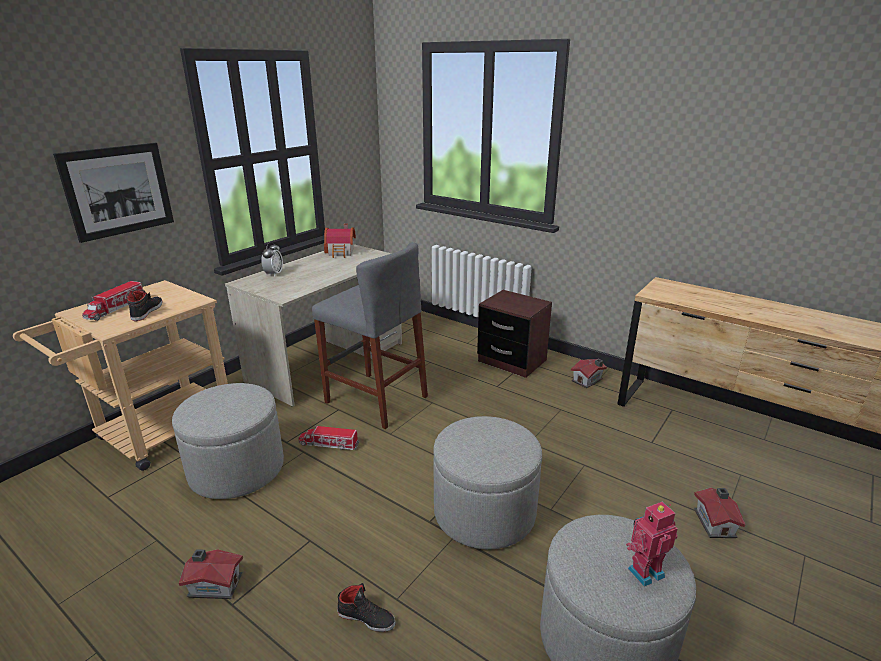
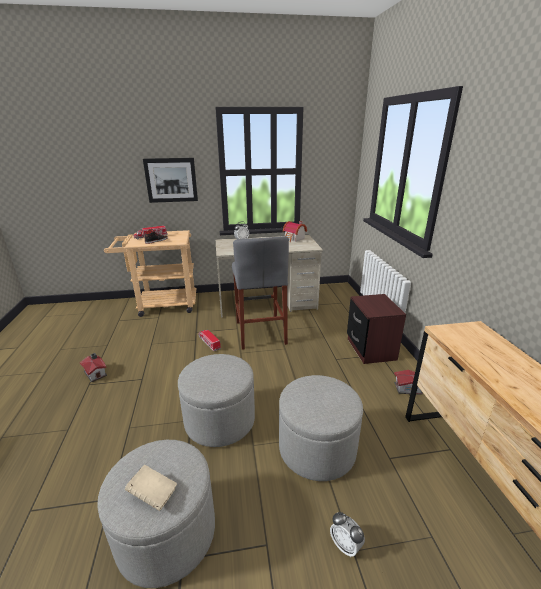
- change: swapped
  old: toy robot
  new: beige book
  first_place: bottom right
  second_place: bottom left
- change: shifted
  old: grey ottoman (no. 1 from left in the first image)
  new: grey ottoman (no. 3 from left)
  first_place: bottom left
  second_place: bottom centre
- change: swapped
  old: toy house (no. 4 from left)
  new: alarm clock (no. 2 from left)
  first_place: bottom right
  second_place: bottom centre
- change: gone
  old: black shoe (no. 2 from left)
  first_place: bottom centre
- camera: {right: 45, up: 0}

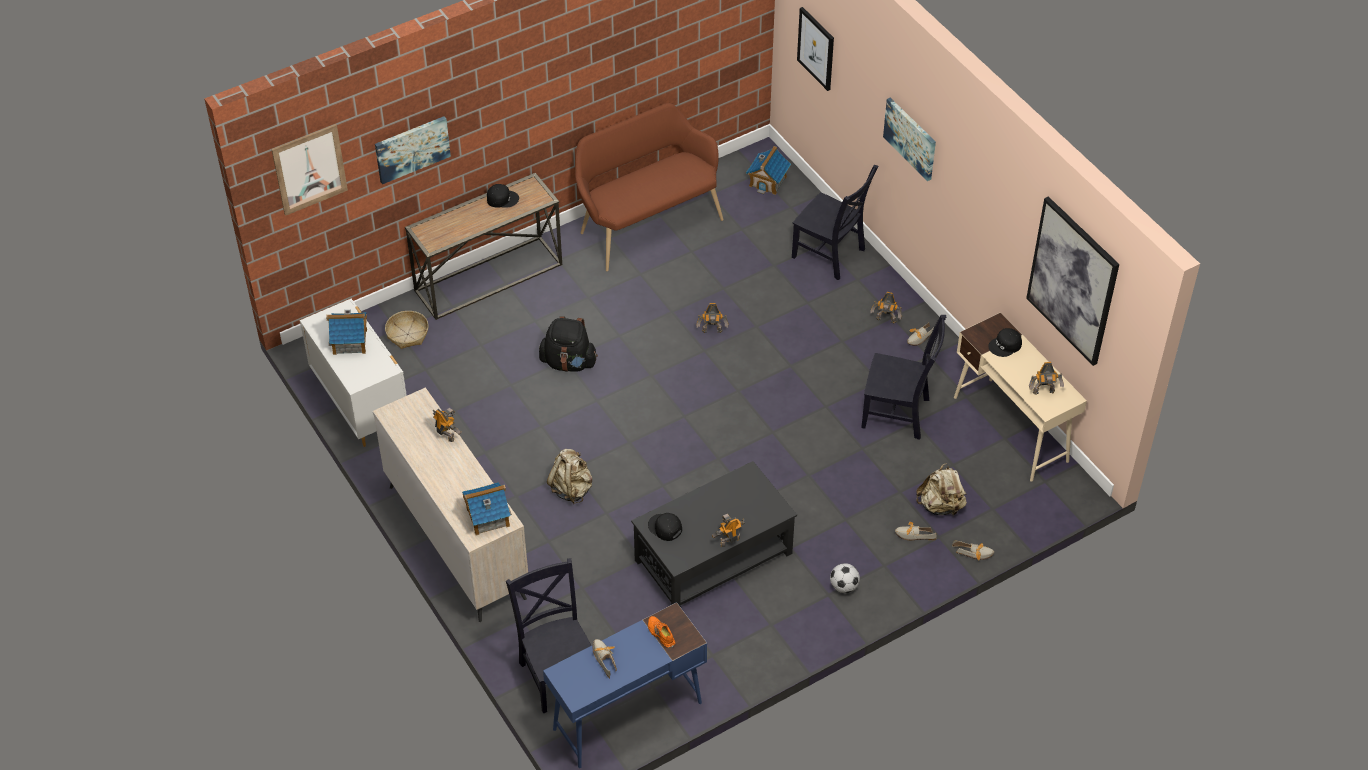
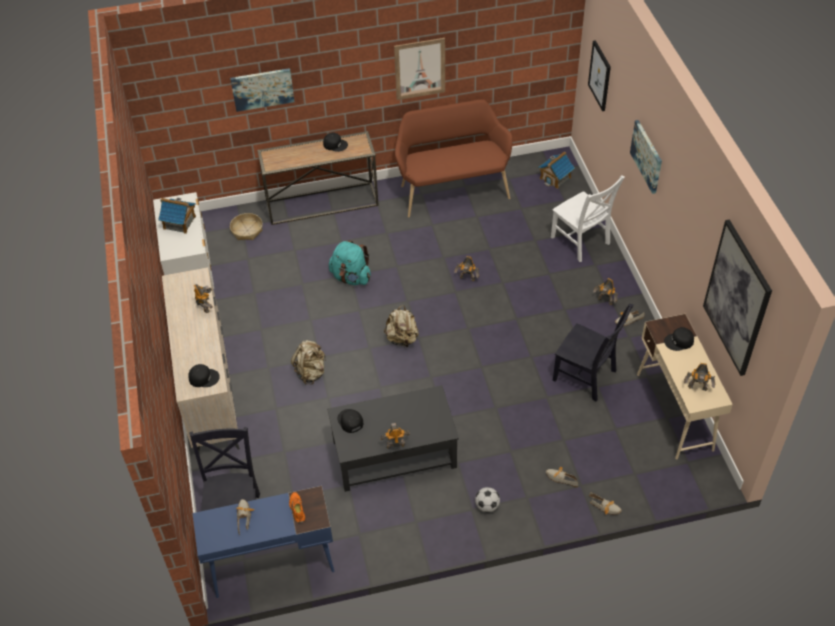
- change: swapped
  old: toy house (no. 2 from left)
  new: black cap (no. 1 from left)
  first_place: centre
  second_place: middle left
- change: repainted
  old: black backpack
  new: turquoise backpack
  first_place: centre
  second_place: centre
- change: shifted
  old: beige backpack (no. 2 from left)
  first_place: middle right
  second_place: centre
- change: shifted
  old: picture (no. 1 from left in the first image)
  new: picture (no. 2 from left)
  first_place: top left
  second_place: top centre
- change: repainted
  old: black chair (no. 2 from left)
  new: white chair
  first_place: top centre
  second_place: middle right
- camera: {right: 20, up: 0}

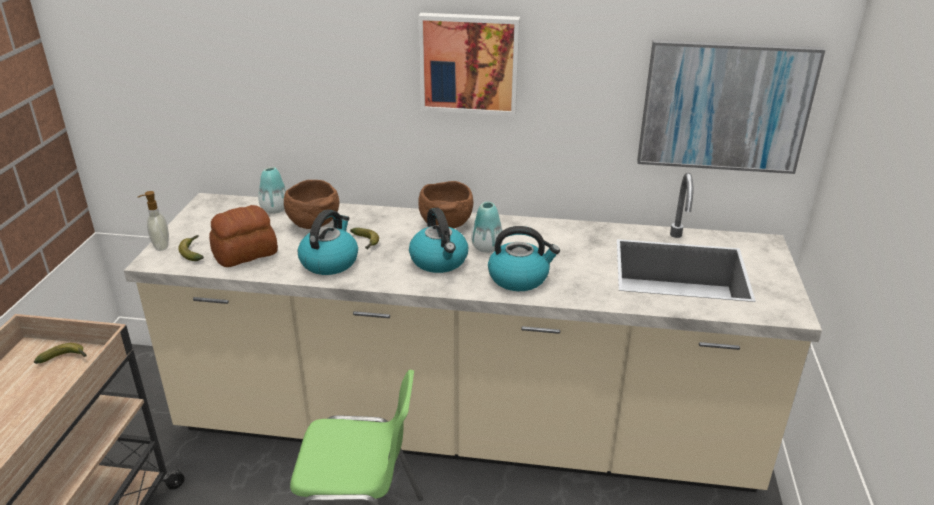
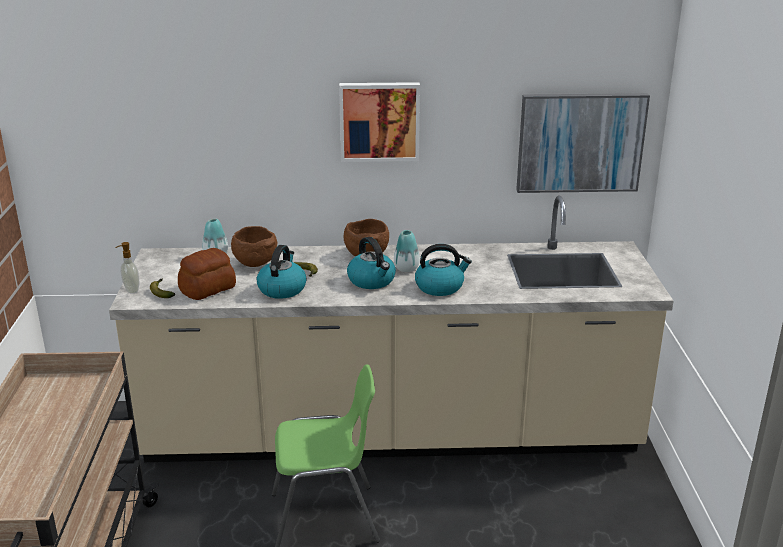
- change: gone
  old: banana (no. 1 from left)
  first_place: bottom left
- camera: {right: -10, up: -5}

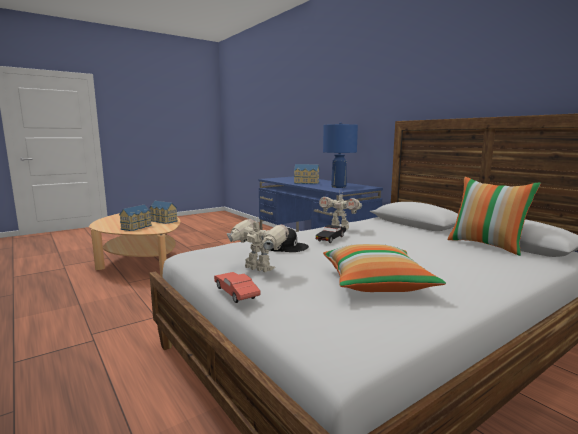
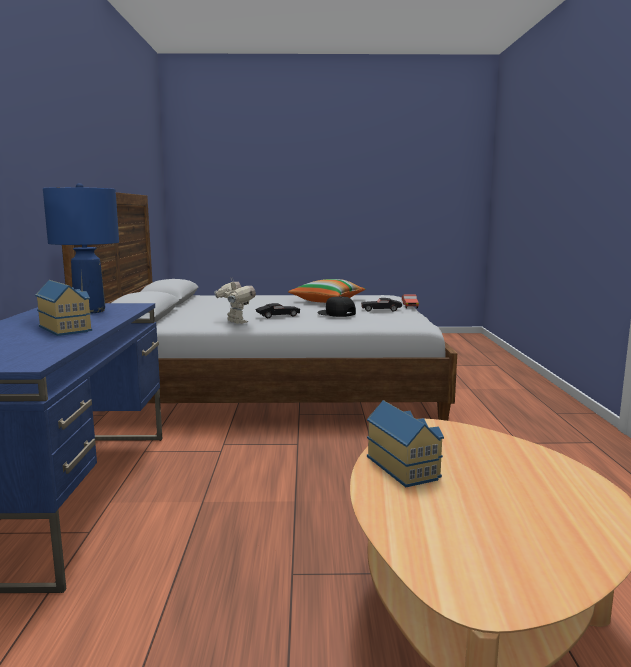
- change: swapped
  old: toy robot (no. 1 from left)
  new: black toy car (no. 2 from left)
  first_place: centre
  second_place: centre
- change: gone
  old: toy house (no. 1 from left)
  first_place: middle left
- change: gone
  old: pillow (no. 2 from left)
  first_place: middle right
- camera: {right: -145, up: 0}

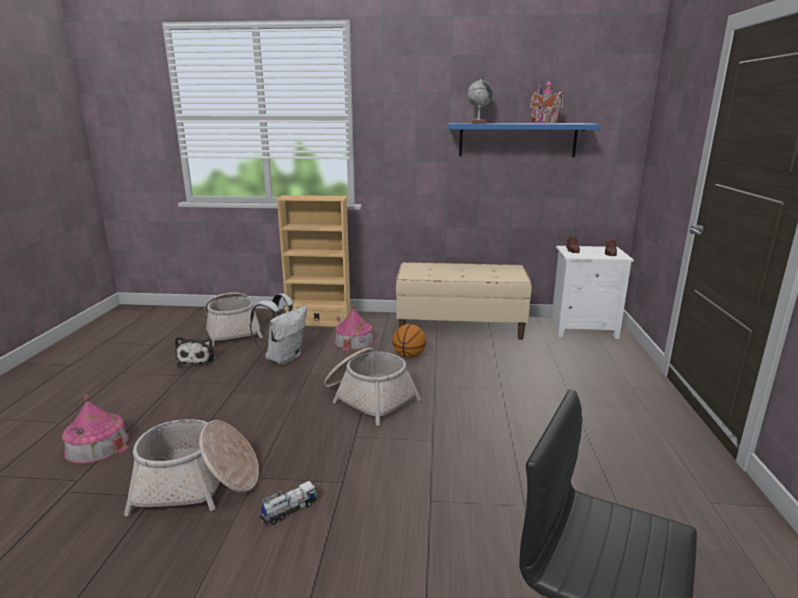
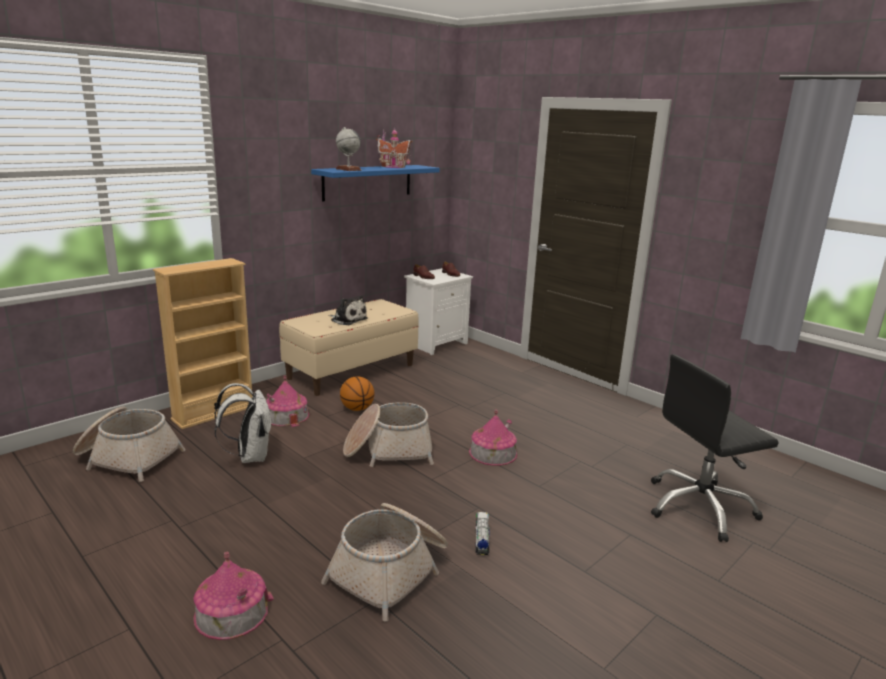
- change: shifted
  old: plush toy
  first_place: middle left
  second_place: centre
- change: new
  new: toy house (no. 4 from left)
  second_place: centre
- camera: {right: -50, up: 0}

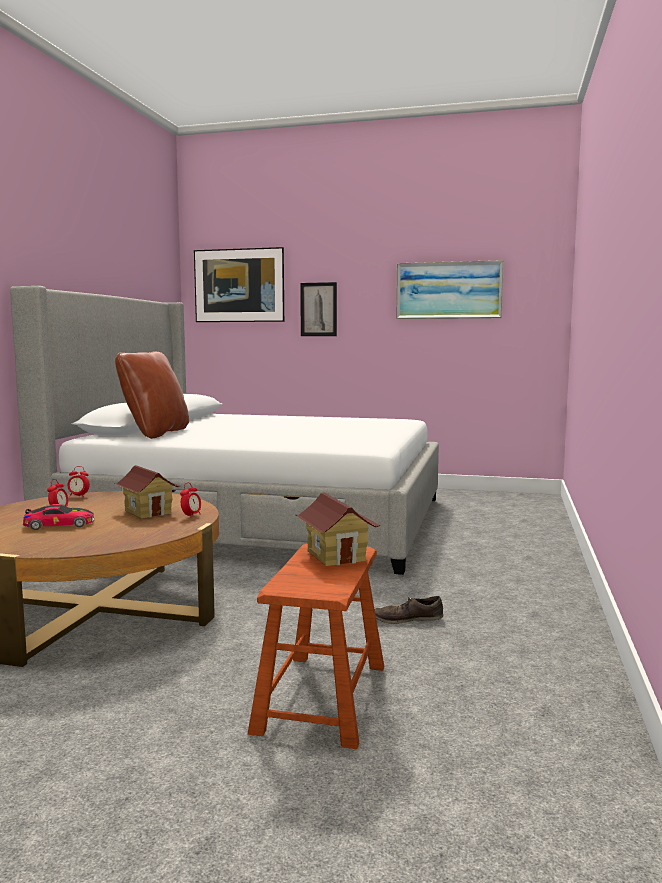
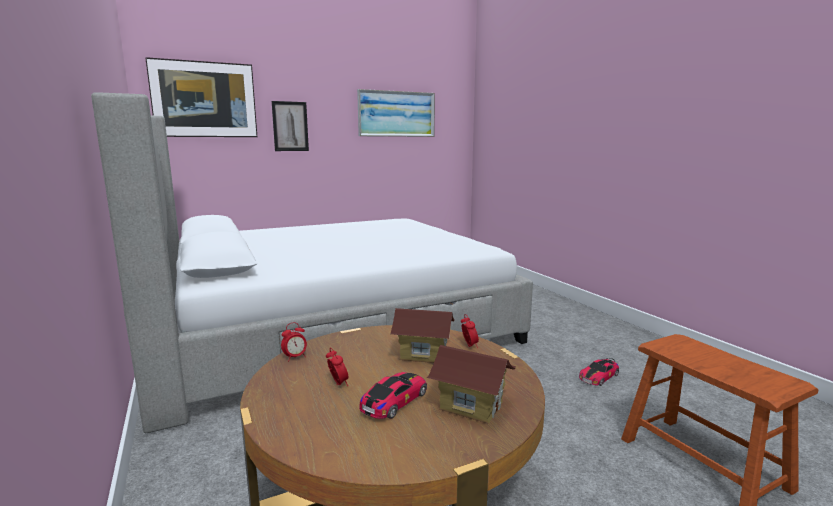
- change: shifted
  old: toy house (no. 2 from left)
  first_place: centre
  second_place: bottom centre
- change: swapped
  old: brown shoe
  new: toy car (no. 2 from left)
  first_place: bottom centre
  second_place: bottom right
- change: gone
  old: brown pillow
  first_place: middle left
- camera: {right: -40, up: 5}

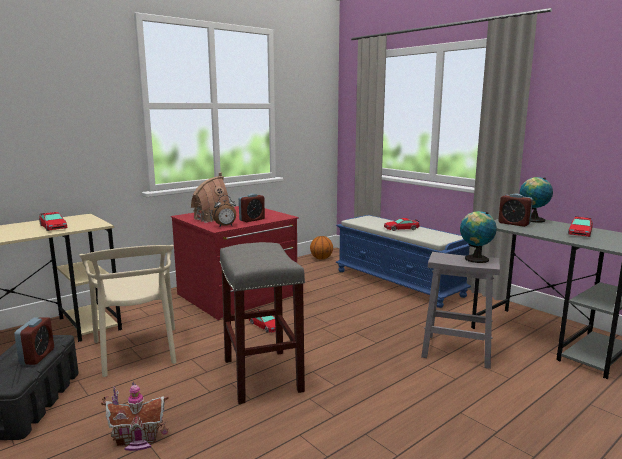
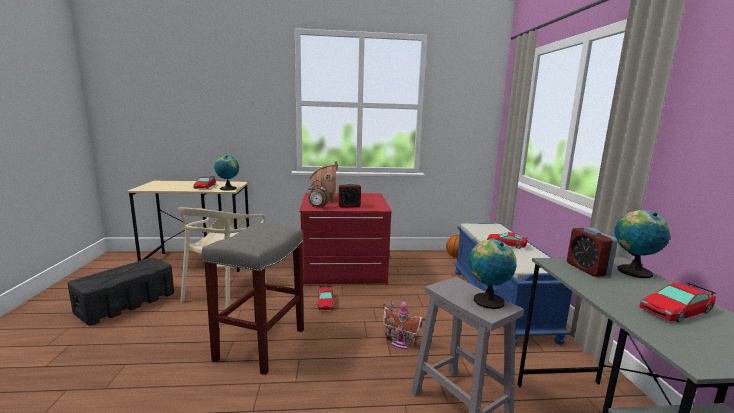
- change: new
  new: globe (no. 1 from left)
  second_place: middle left
- change: shifted
  old: toy house (no. 1 from left in the first image)
  new: toy house (no. 2 from left)
  first_place: bottom left
  second_place: bottom centre
- change: gone
  old: alarm clock (no. 1 from left)
  first_place: bottom left
- camera: {right: 35, up: 0}

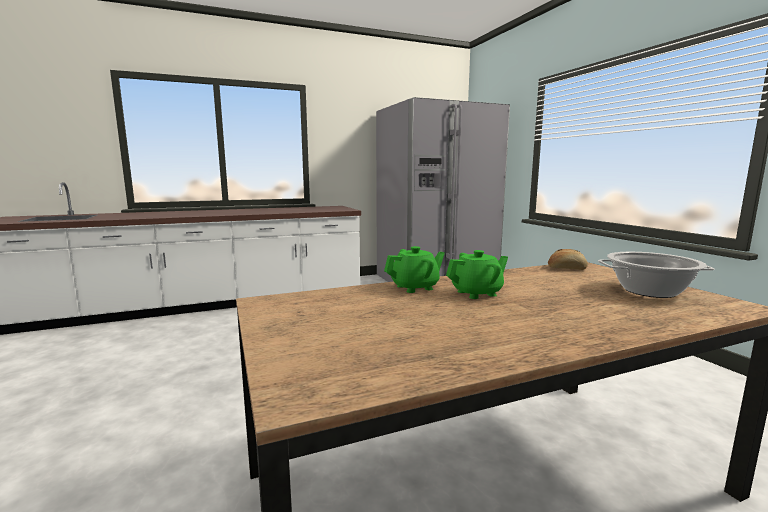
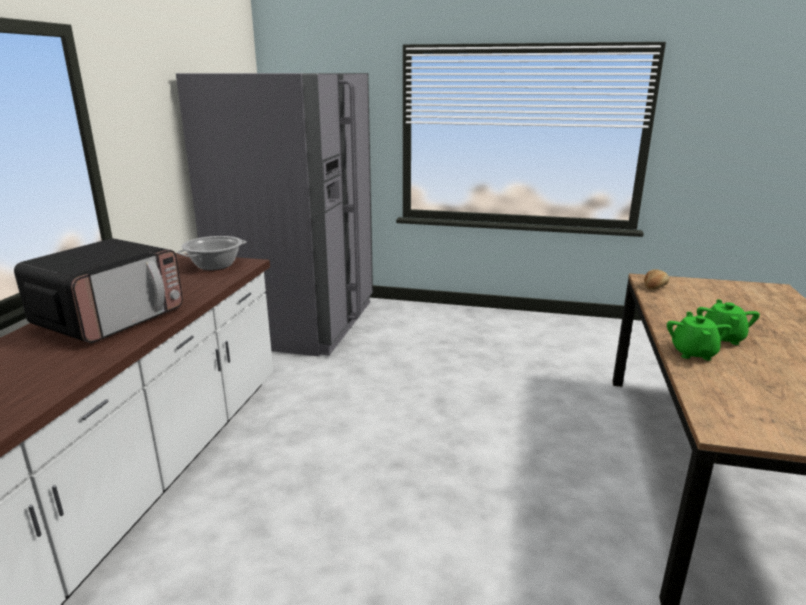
- change: new
  new: microwave
  second_place: middle left
- change: shifted
  old: cooking pot
  first_place: middle right
  second_place: middle left
- camera: {right: -55, up: 10}

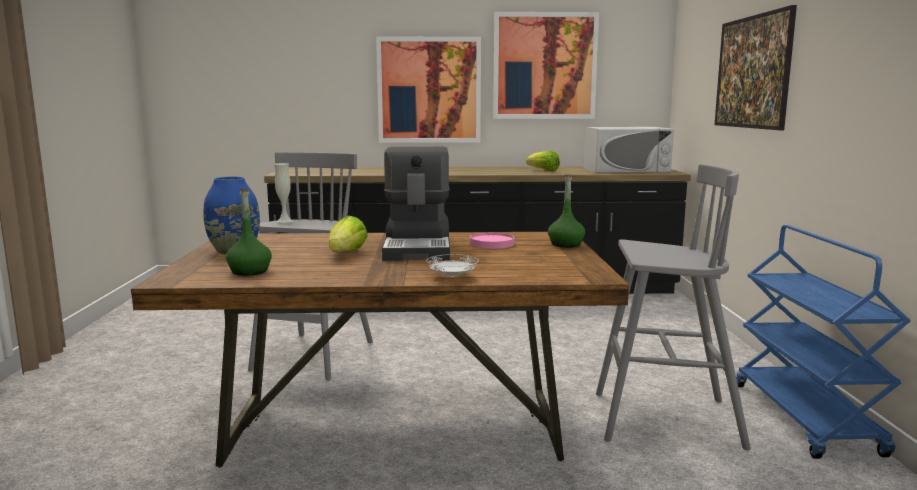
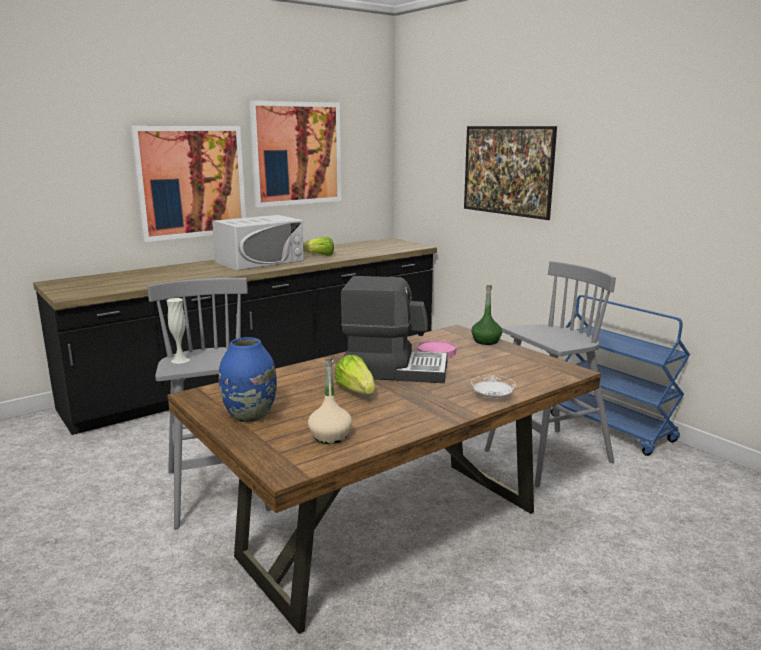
- change: shifted
  old: white microwave
  first_place: top right
  second_place: centre
- change: repainted
  old: green bottle (no. 1 from left)
  new: beige bottle
  first_place: middle left
  second_place: centre
- change: rotated
  old: coffee machine
  first_place: centre
  second_place: centre
  degrees: -45
- camera: {right: -35, up: 5}

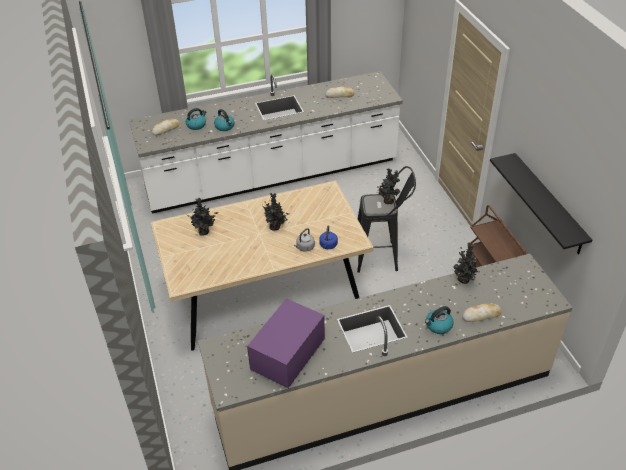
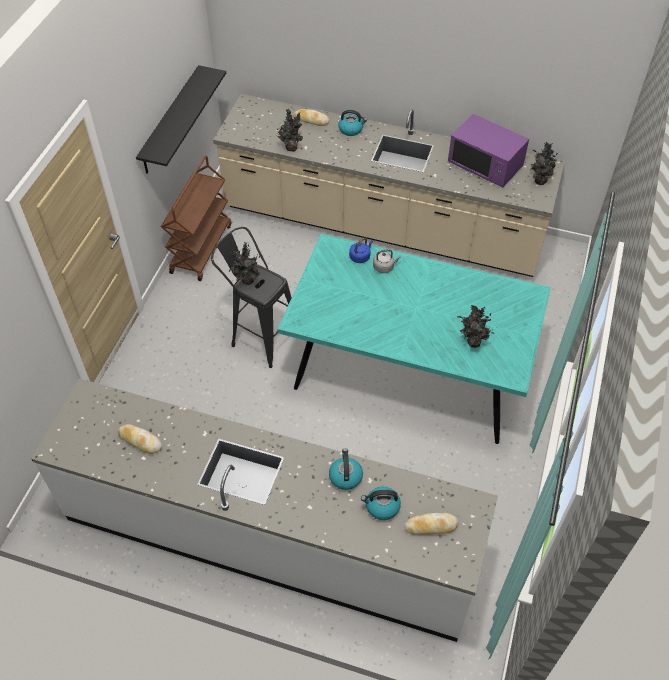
- change: repainted
  old: beige dining table
  new: turquoise dining table
  first_place: centre
  second_place: centre
- change: rotated
  old: purple microwave
  first_place: bottom centre
  second_place: top right
  degrees: 60
- change: shifted
  old: potted plant (no. 2 from left in the first image)
  new: potted plant (no. 4 from left)
  first_place: centre
  second_place: top right
- camera: {right: -145, up: 10}

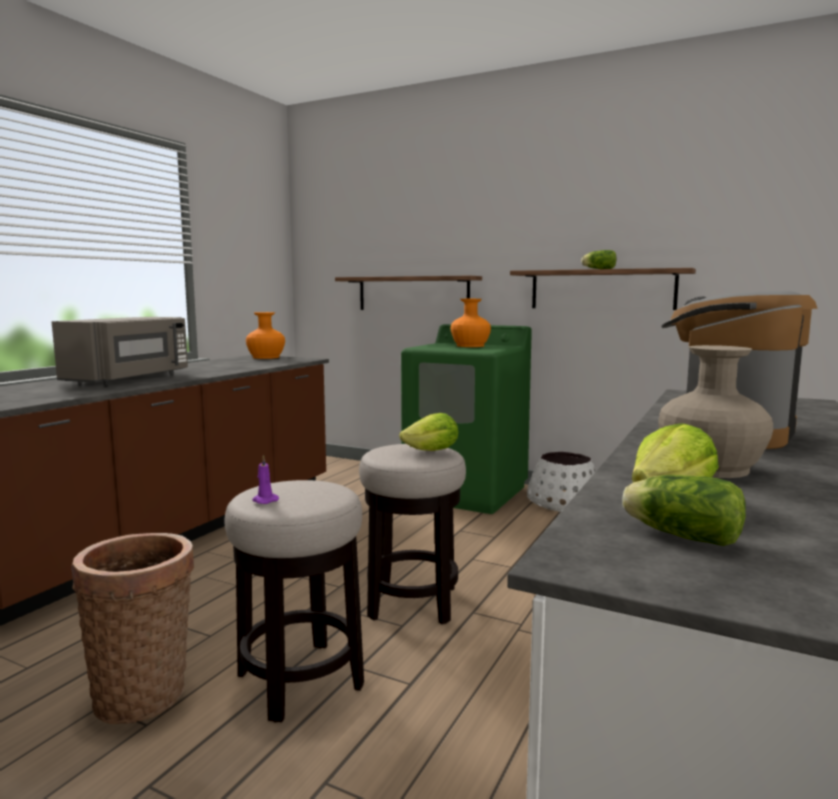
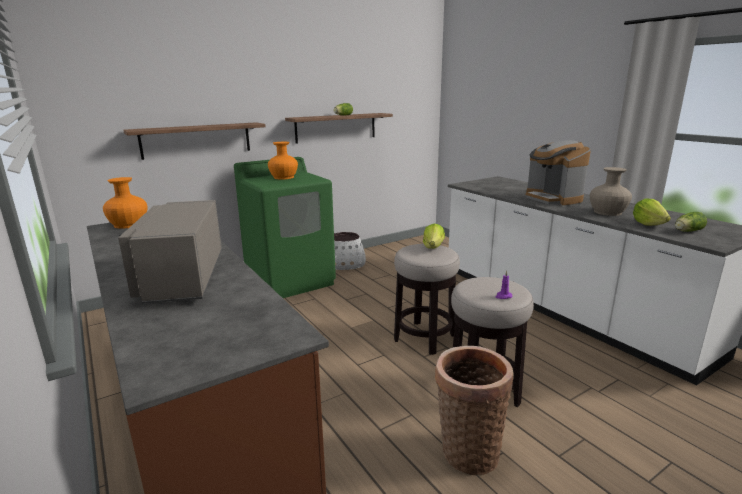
- change: rotated
  old: grey microwave
  first_place: middle left
  second_place: middle left
  degrees: -150
- camera: {right: -60, up: 10}

